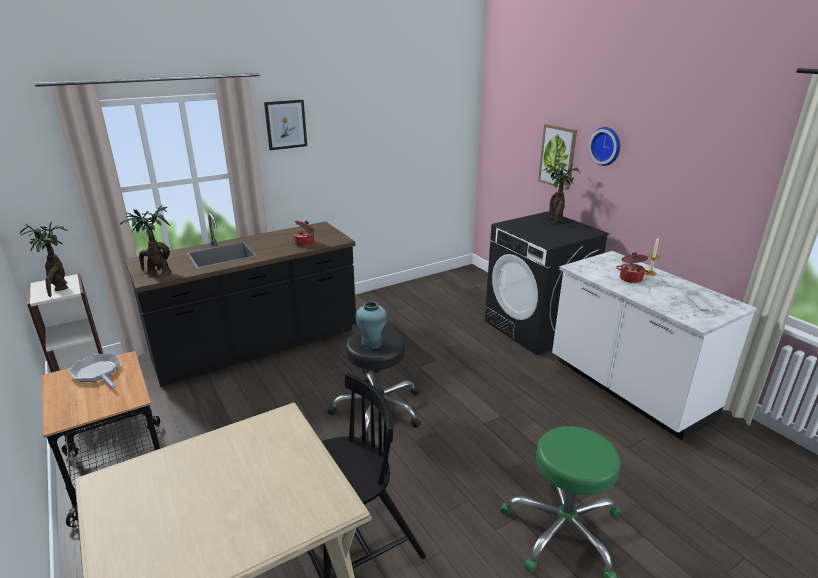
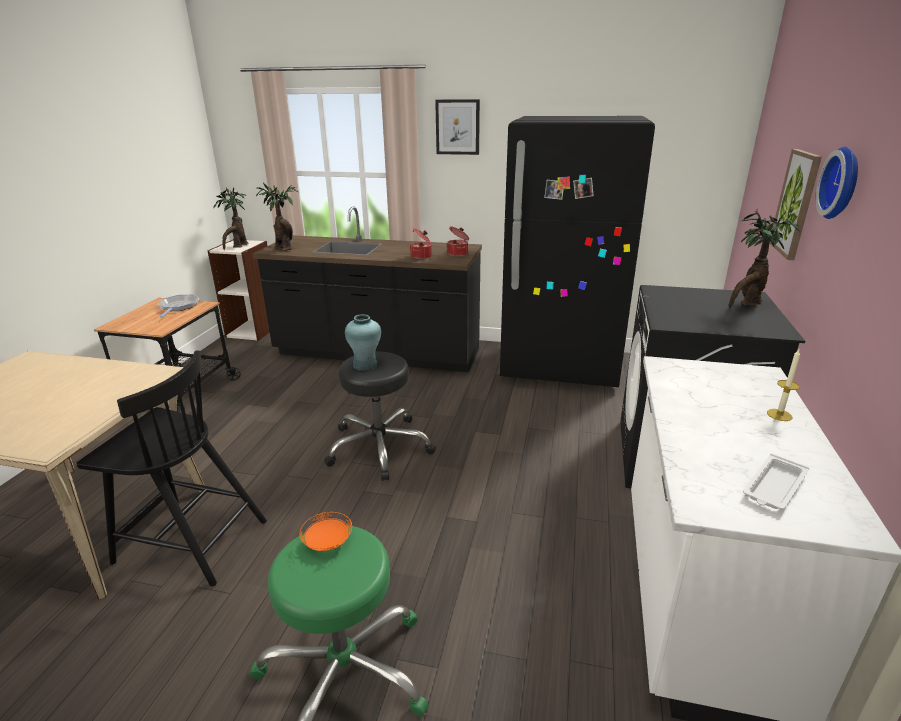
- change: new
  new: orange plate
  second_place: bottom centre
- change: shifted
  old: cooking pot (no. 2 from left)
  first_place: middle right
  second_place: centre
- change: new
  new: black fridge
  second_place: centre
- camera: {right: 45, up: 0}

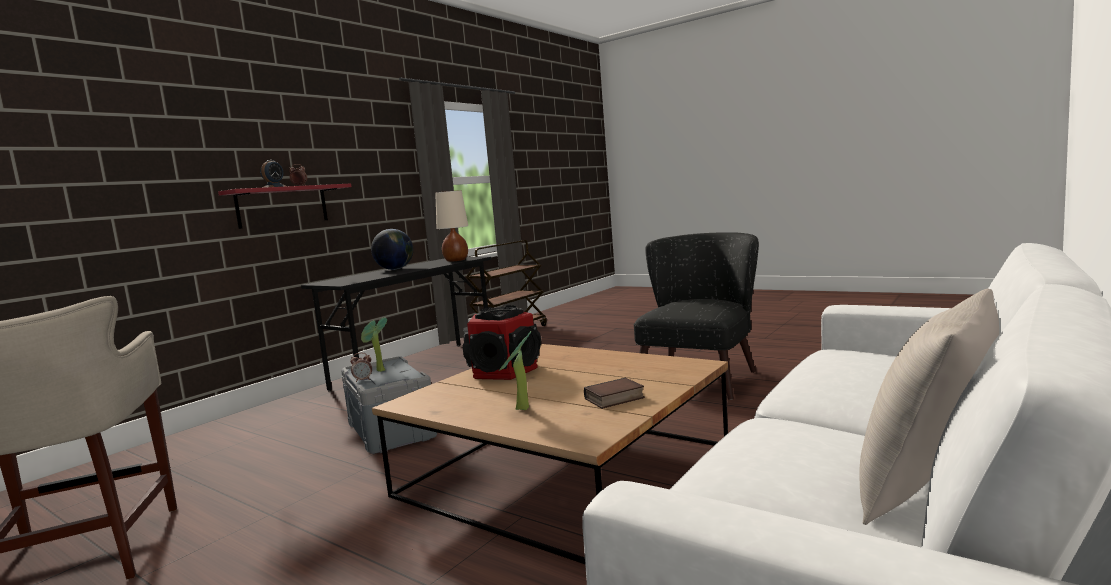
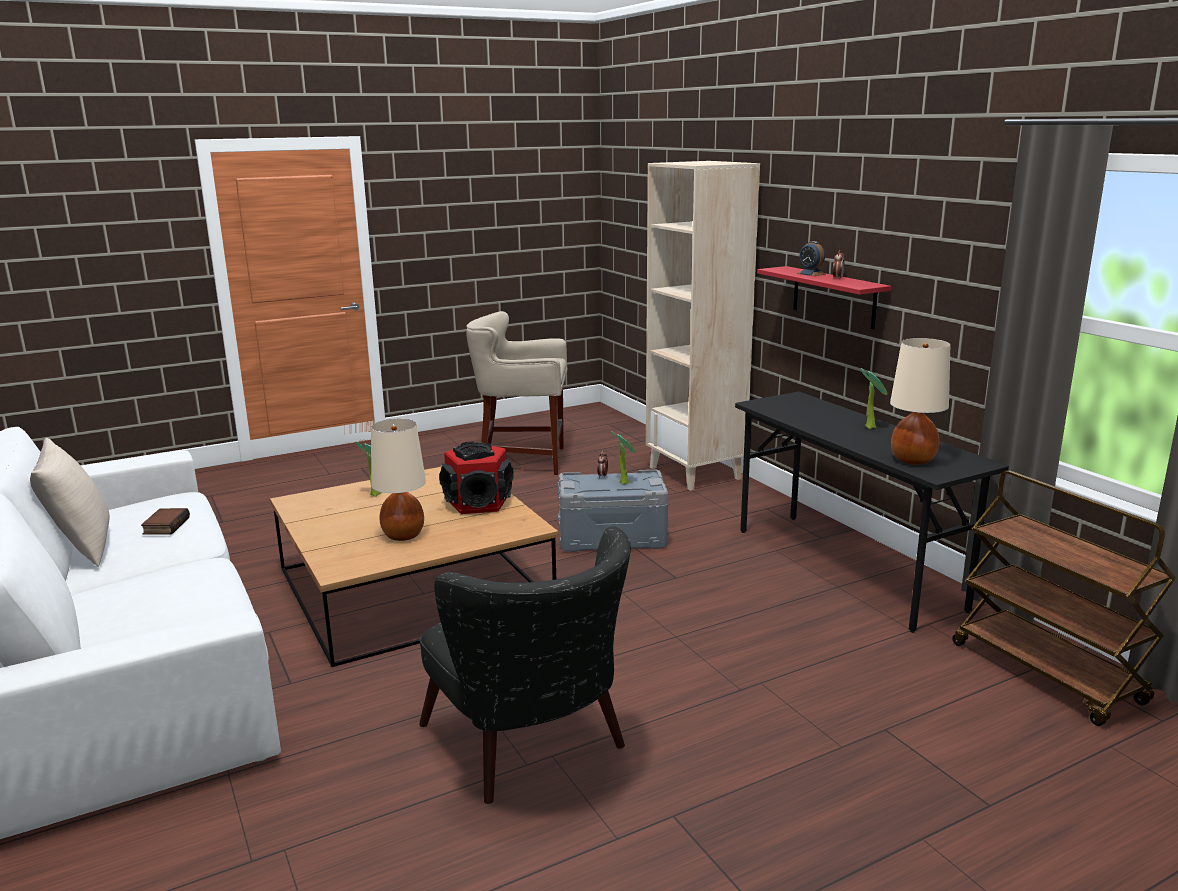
- change: shifted
  old: book
  first_place: bottom centre
  second_place: middle left
- change: new
  new: beige table lamp (no. 1 from left)
  second_place: centre
- change: new
  new: beige bookcase
  second_place: centre
- change: swapped
  old: globe
  new: potted plant (no. 3 from left)
  first_place: centre
  second_place: middle right
- camera: {right: 115, up: 10}

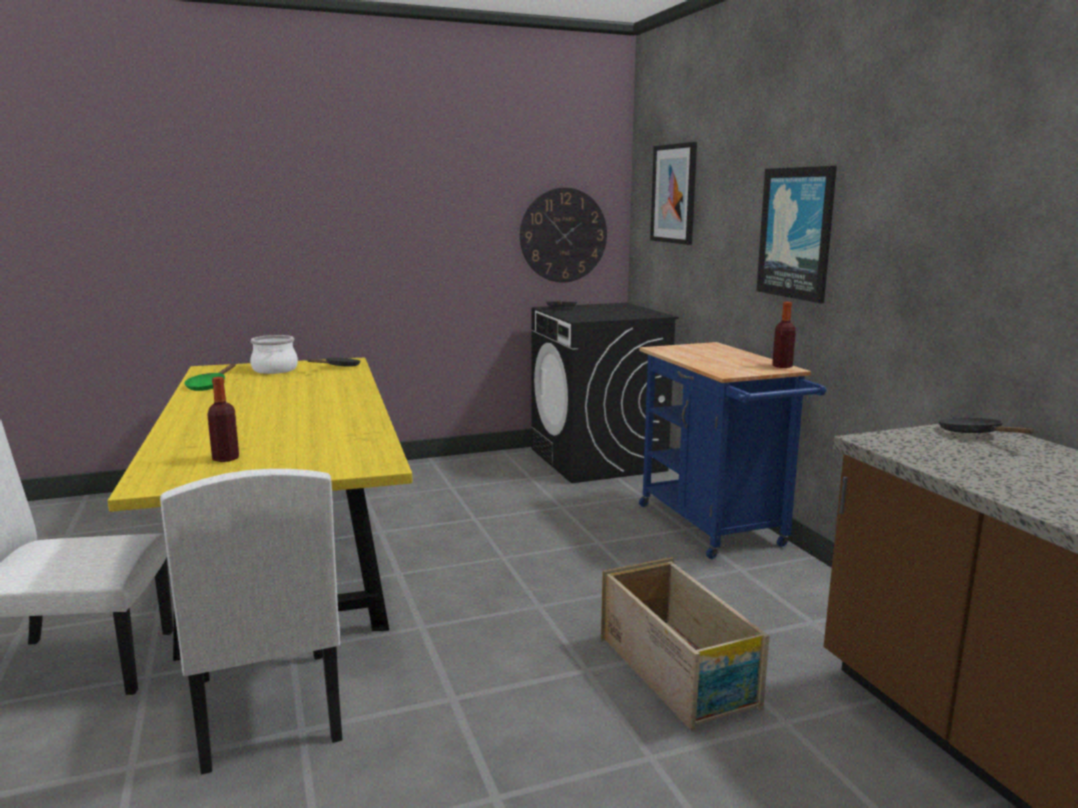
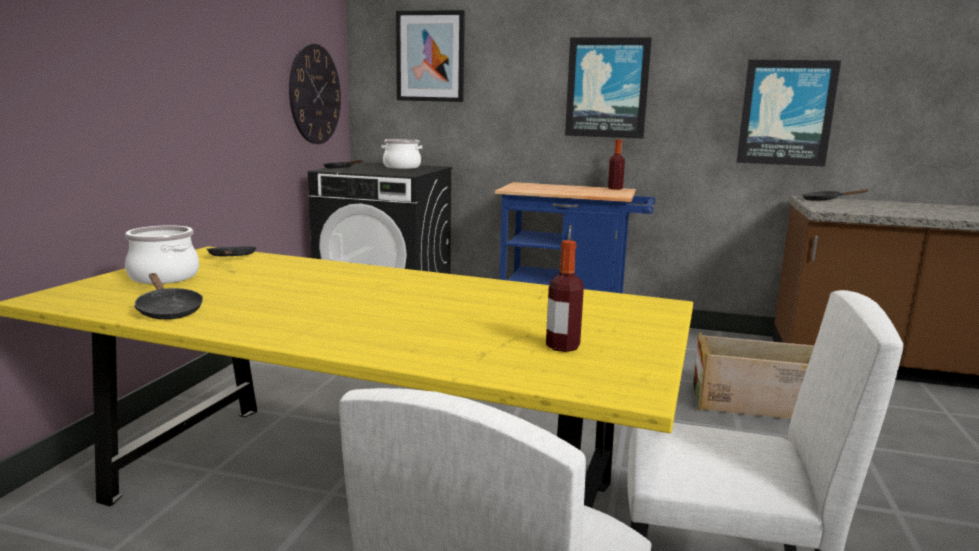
- change: repainted
  old: green frying pan
  new: black frying pan (no. 1 from left)
  first_place: middle left
  second_place: middle left
- change: new
  new: cooking pot (no. 2 from left)
  second_place: top centre
- change: new
  new: picture (no. 3 from left)
  second_place: top right
- camera: {right: -55, up: 0}

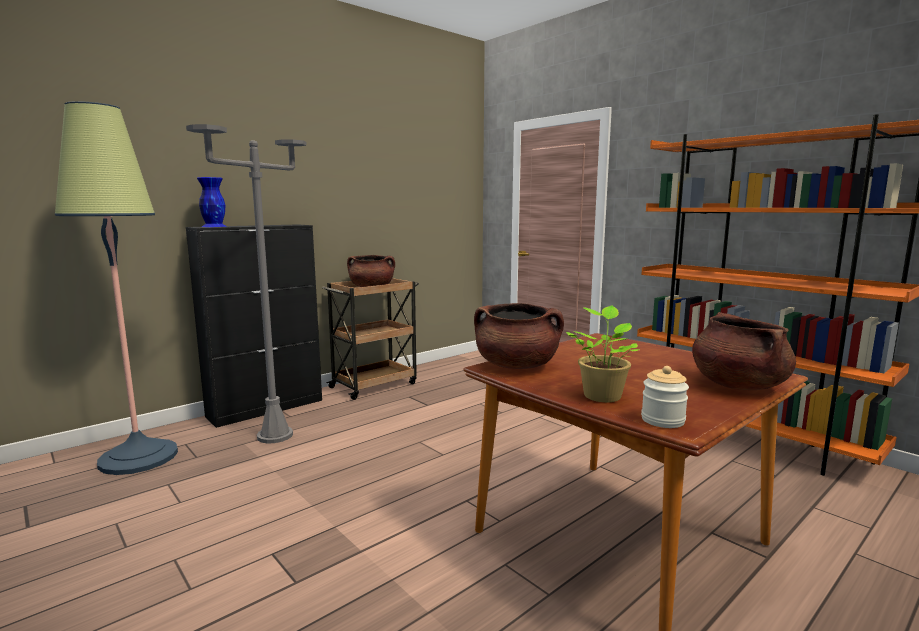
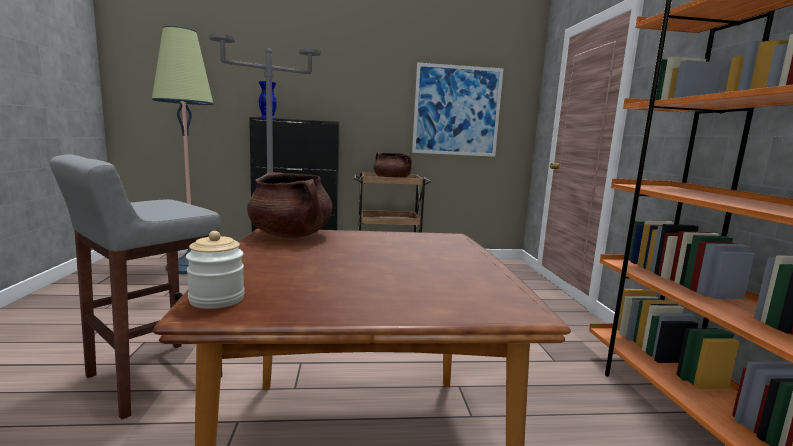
- change: new
  new: grey stool
  second_place: middle left
- change: new
  new: picture
  second_place: top centre
- change: gone
  old: potted plant
  first_place: centre
- change: gone
  old: brown cooking pot (no. 3 from left)
  first_place: middle right
- camera: {right: 35, up: 0}

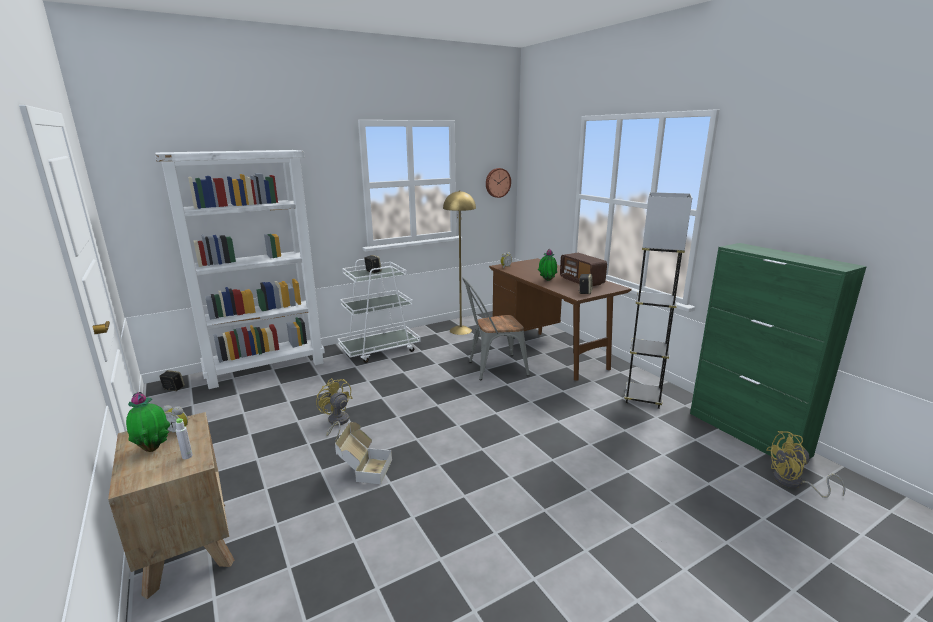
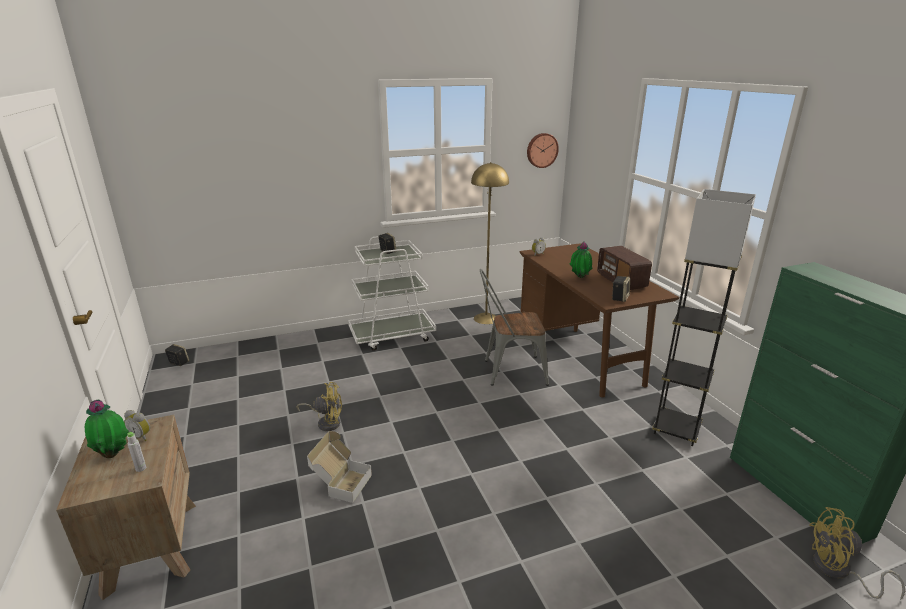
- change: rotated
  old: yellow fan (no. 1 from left)
  first_place: centre
  second_place: bottom centre
  degrees: 120
- change: gone
  old: white bookcase
  first_place: middle left
- camera: {right: 10, up: 5}

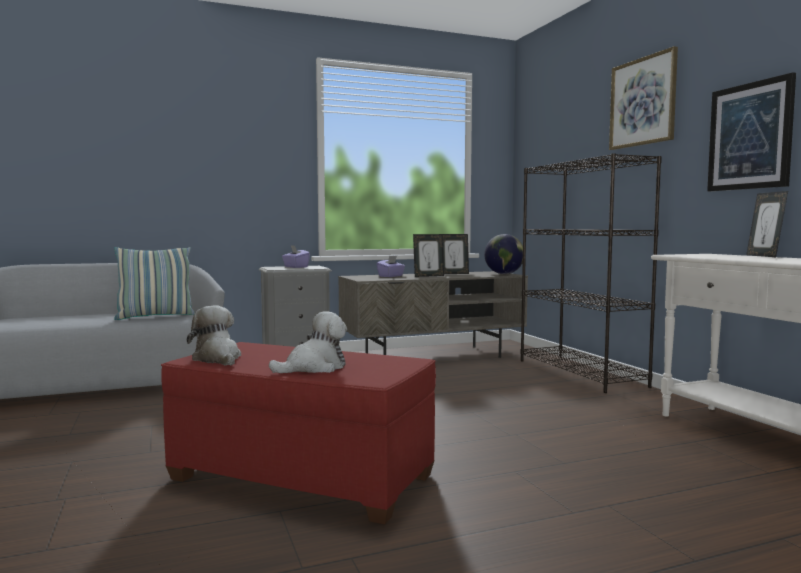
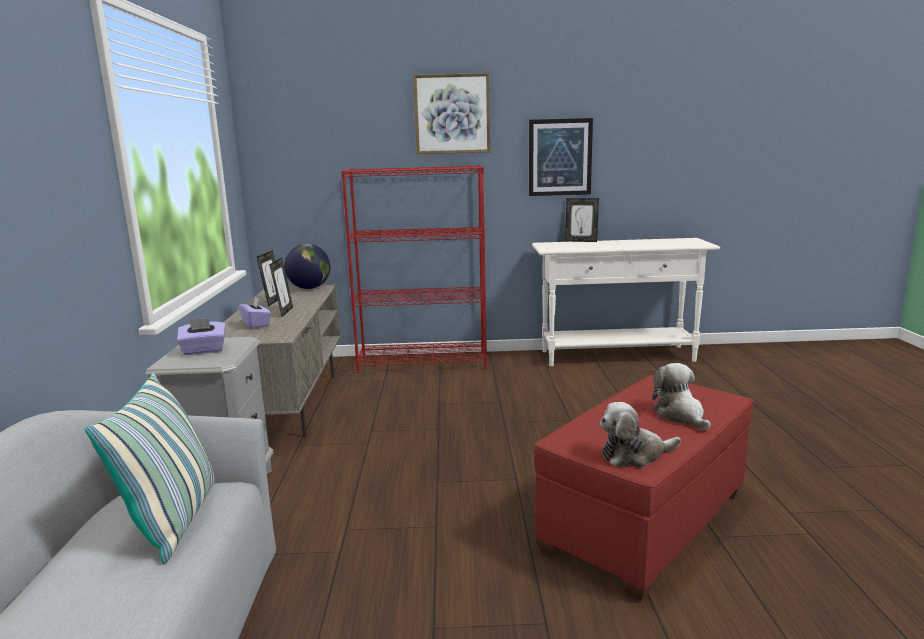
- change: repainted
  old: black bookcase
  new: red bookcase
  first_place: middle right
  second_place: centre
- camera: {right: -70, up: 10}

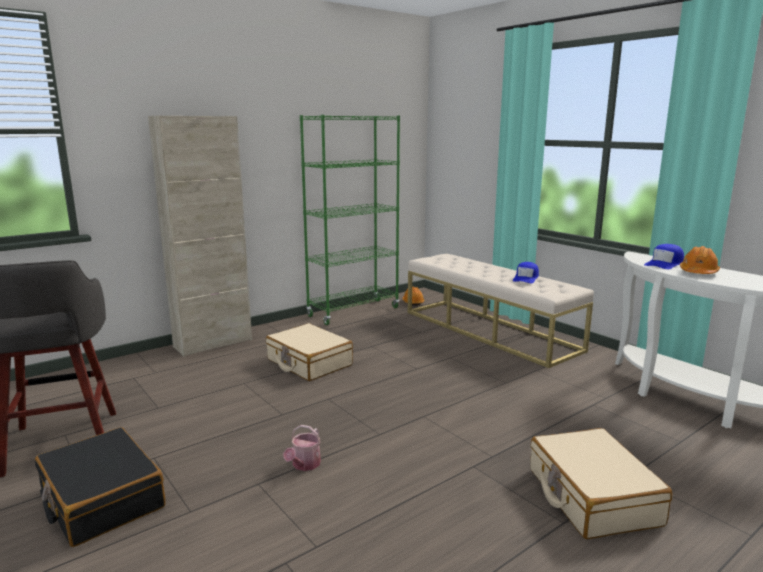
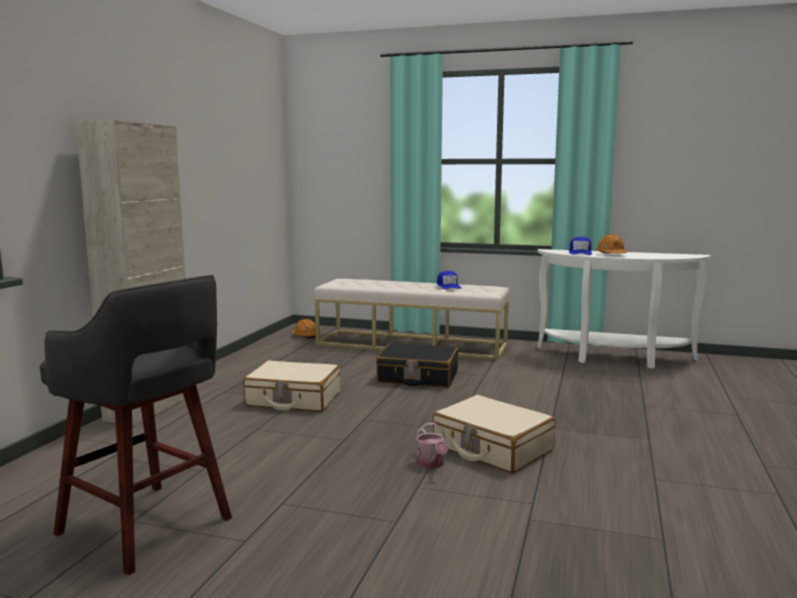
- change: shifted
  old: black suitcase
  first_place: bottom left
  second_place: centre
- change: shifted
  old: beige suitcase (no. 2 from left)
  first_place: bottom right
  second_place: bottom centre
- change: gone
  old: green bookcase
  first_place: centre
- camera: {right: -35, up: -5}

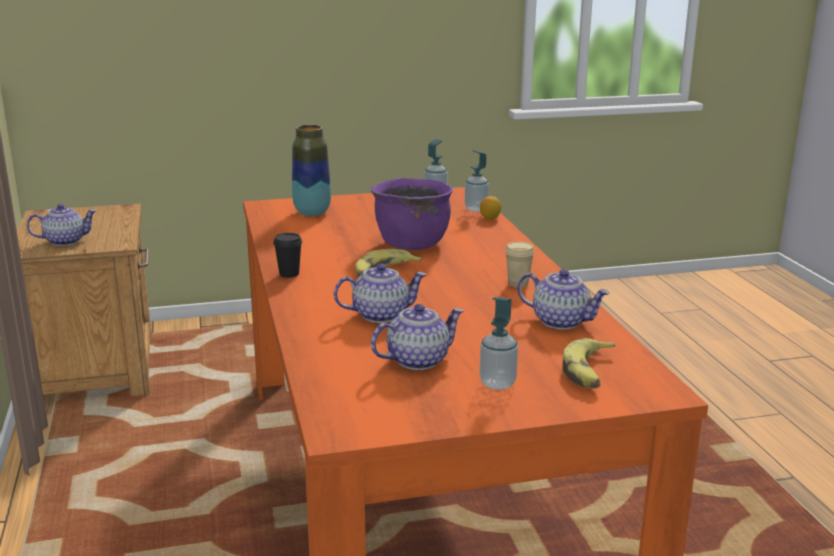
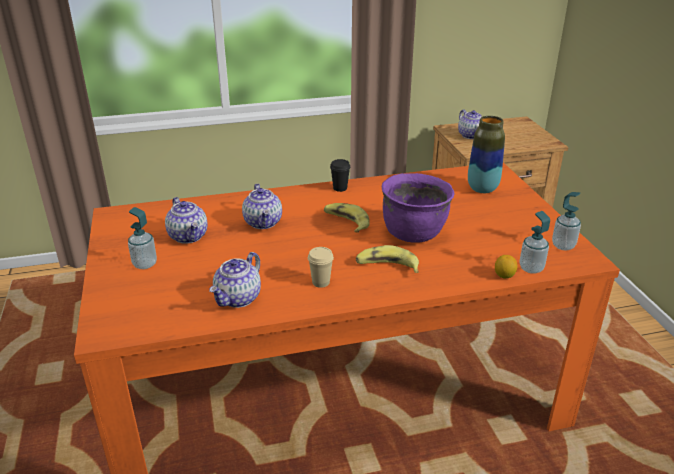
- change: shifted
  old: banana (no. 2 from left)
  first_place: middle right
  second_place: centre
- camera: {right: 90, up: 10}

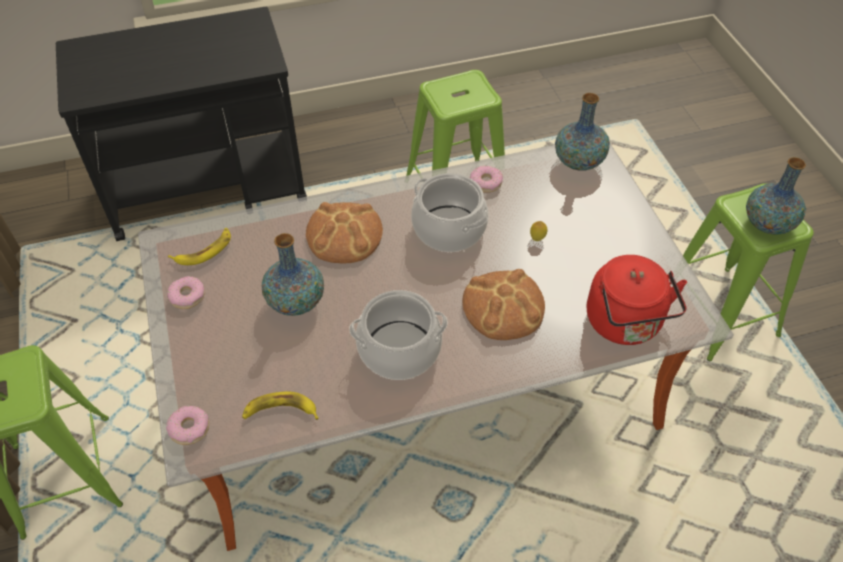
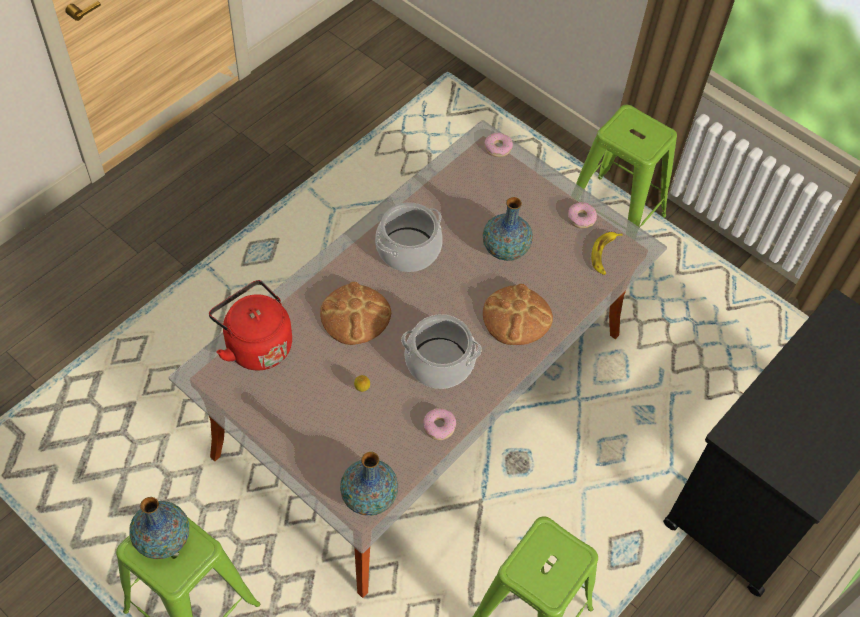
- change: gone
  old: banana (no. 2 from left)
  first_place: bottom left
- camera: {right: 145, up: 5}

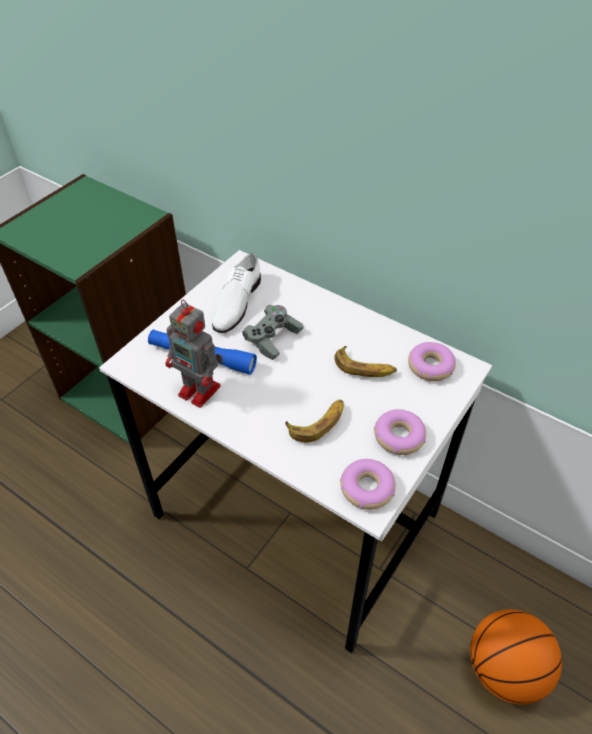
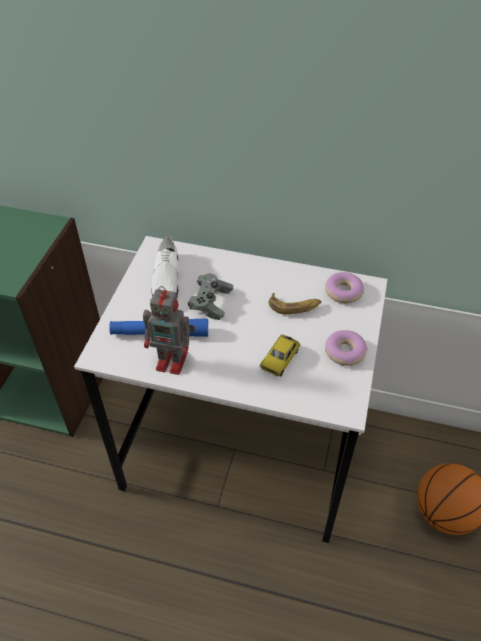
- change: swapped
  old: banana (no. 1 from left)
  new: toy car
  first_place: centre
  second_place: centre
- change: gone
  old: donut (no. 1 from left)
  first_place: centre
- camera: {right: -20, up: 0}

